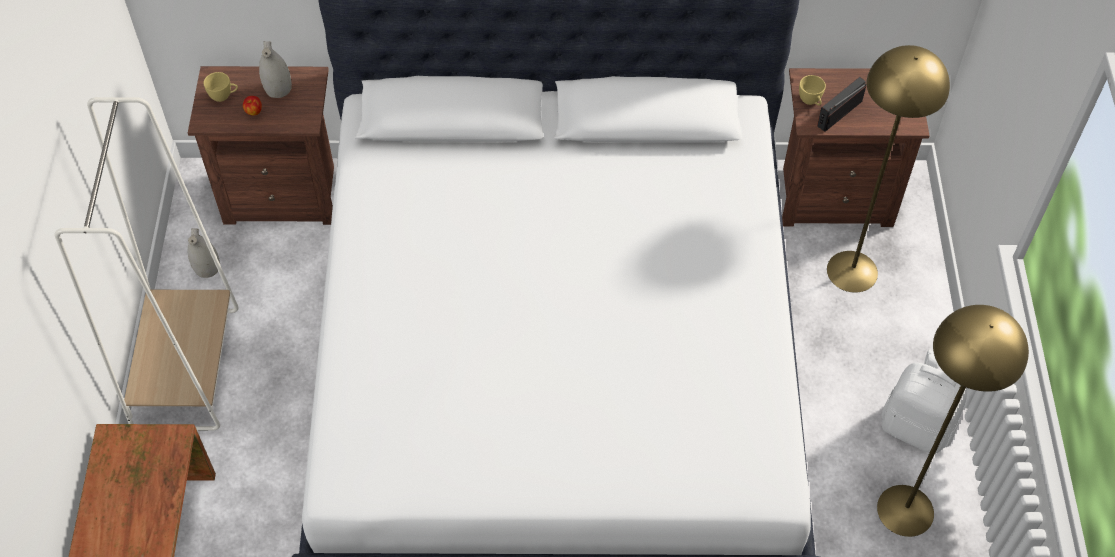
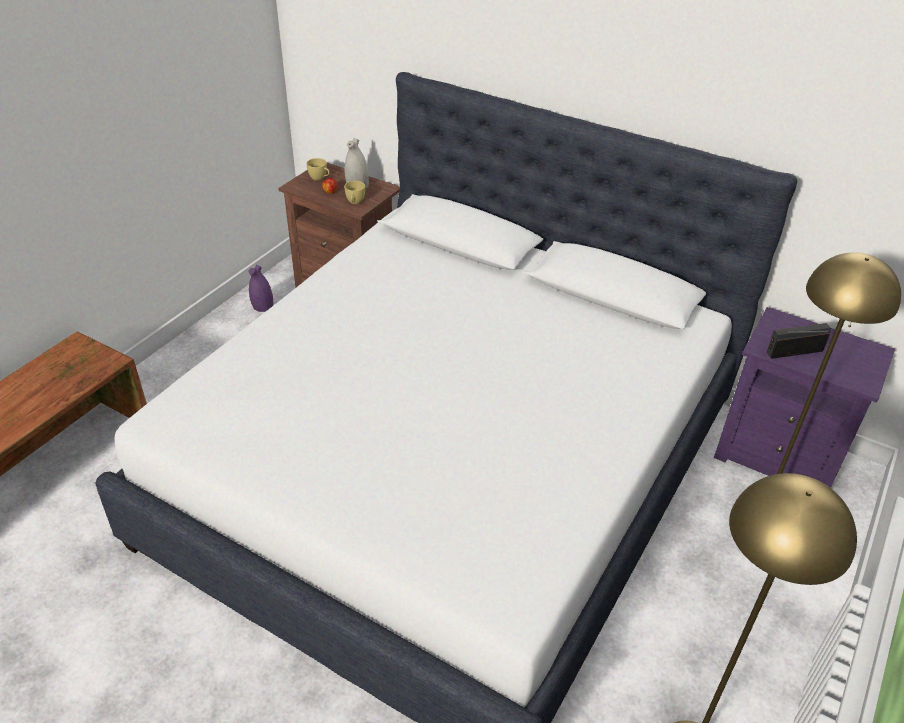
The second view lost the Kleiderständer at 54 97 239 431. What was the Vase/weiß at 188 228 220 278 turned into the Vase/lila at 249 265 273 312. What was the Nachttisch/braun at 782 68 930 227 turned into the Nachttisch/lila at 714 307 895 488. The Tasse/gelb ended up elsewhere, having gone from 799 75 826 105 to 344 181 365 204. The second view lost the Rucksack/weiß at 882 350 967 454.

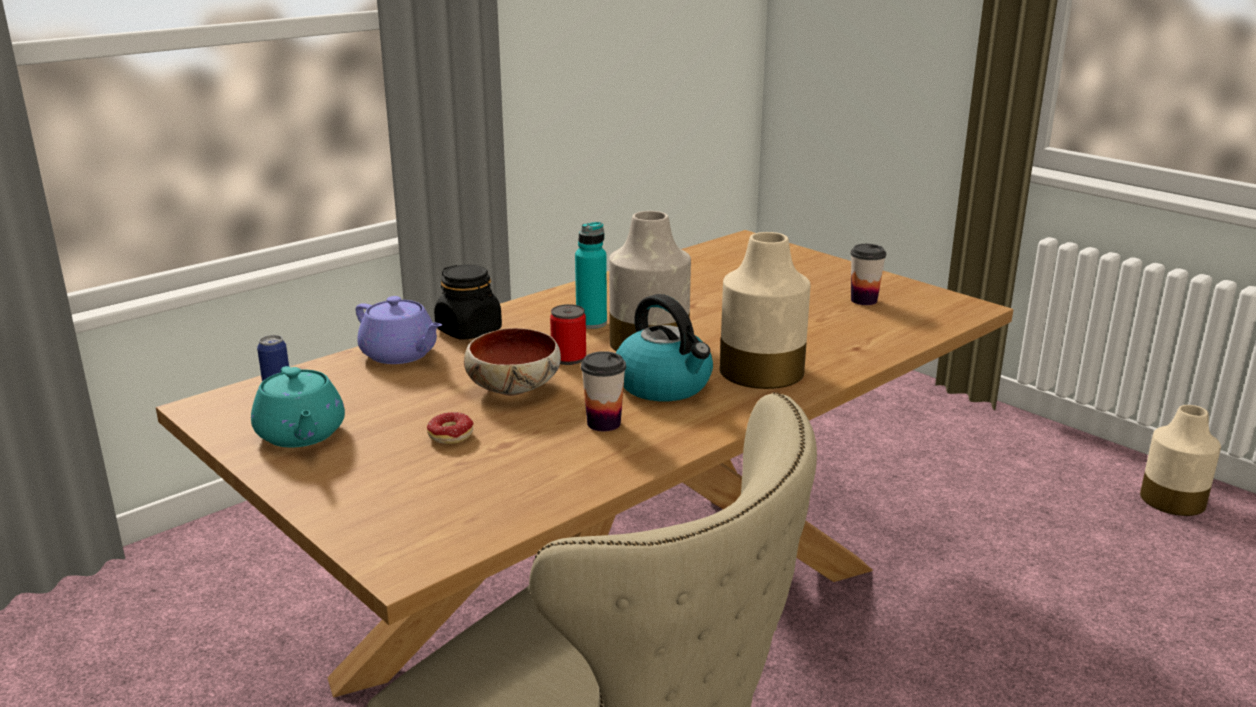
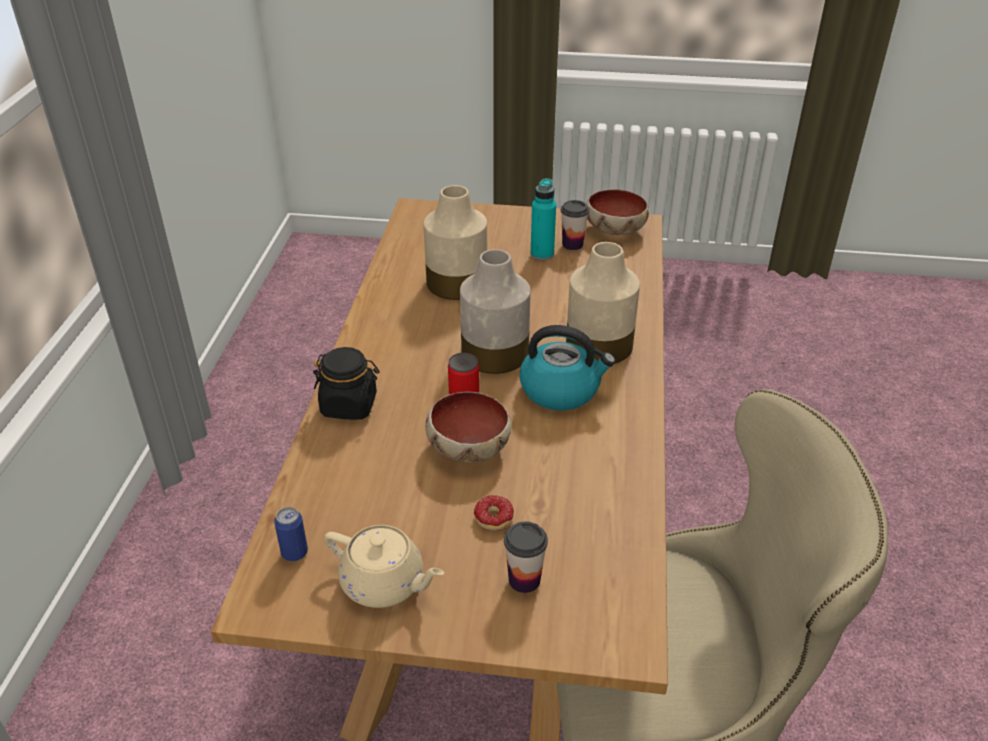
What was the Teekanne/türkis at 251 366 345 447 turned into the Teekanne/beige at 324 525 444 608. The second view lost the Teekanne/lila at 356 296 442 364. The Flasche/türkis ended up elsewhere, having gone from 575 222 607 329 to 531 178 556 260. The Tasse ended up elsewhere, having gone from 581 351 626 431 to 504 521 548 593. The Vase/beige ended up elsewhere, having gone from 1140 405 1221 516 to 423 185 487 300. The second view gained the Schüssel at 586 189 649 235.

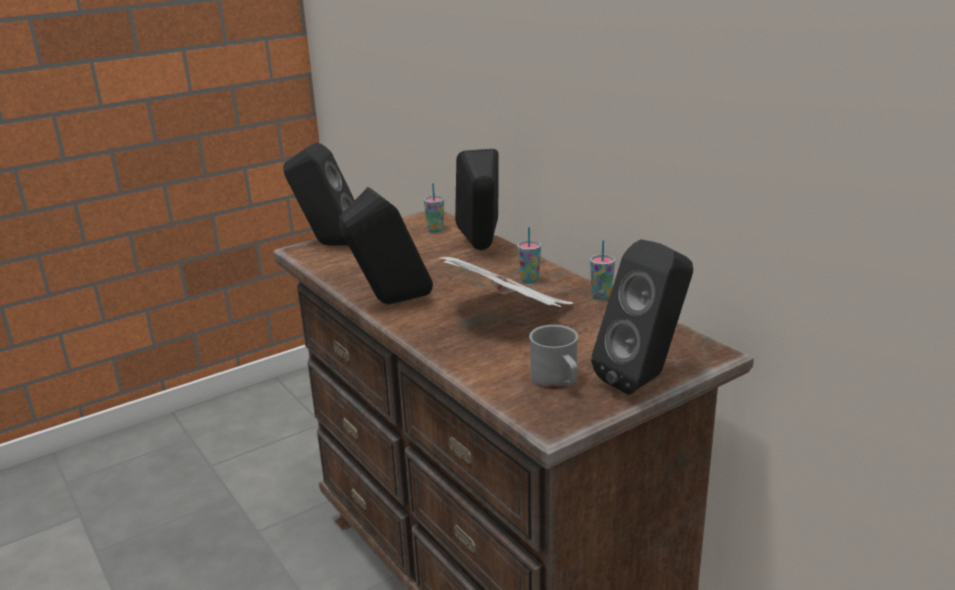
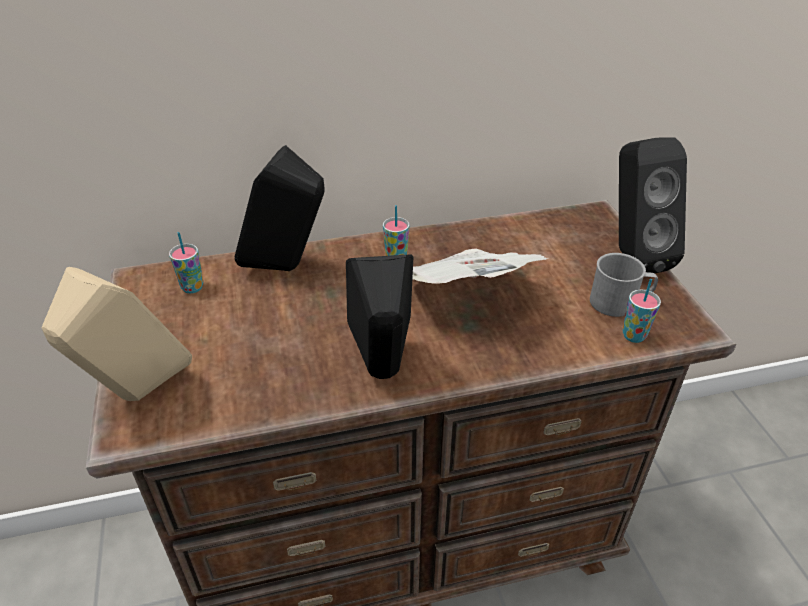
What was the Lautsprecher/schwarz at 283 142 355 246 turned into the Lautsprecher/beige at 41 267 192 401. The Tasse ended up elsewhere, having gone from 590 240 615 299 to 623 279 661 343.

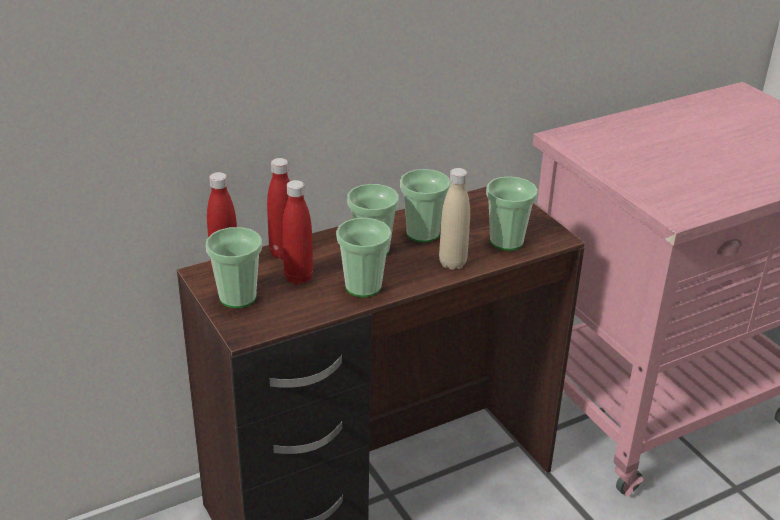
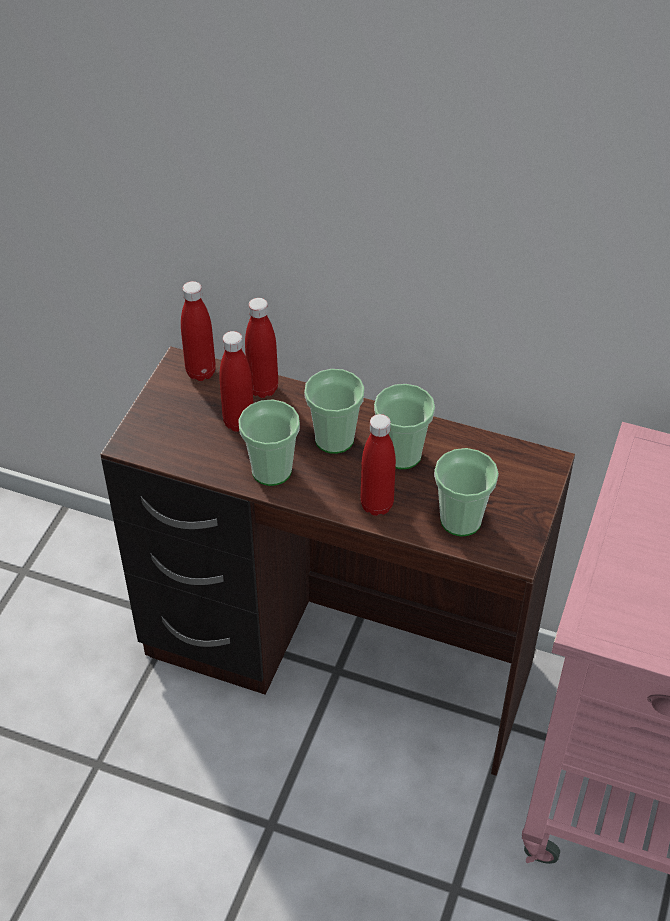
The second view lost the Tasse at 206 227 262 308. What was the Flasche/beige at 439 168 470 270 turned into the Flasche/rot at 360 414 396 516.

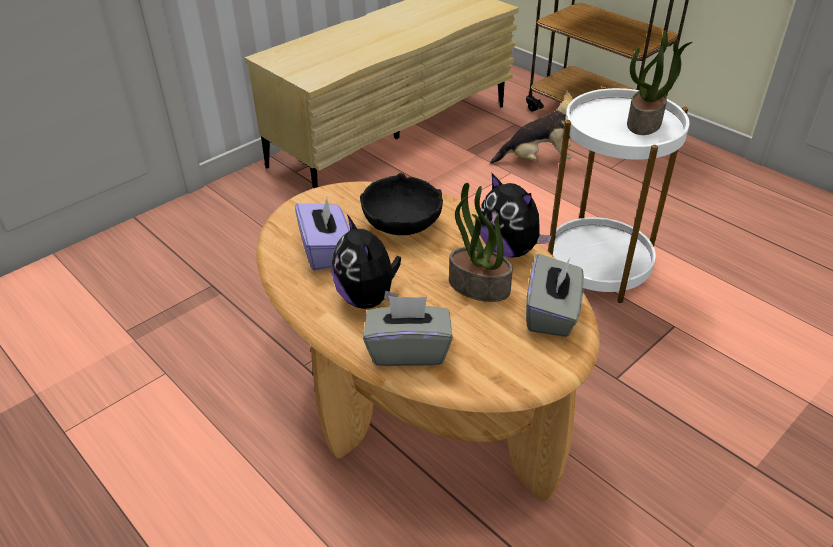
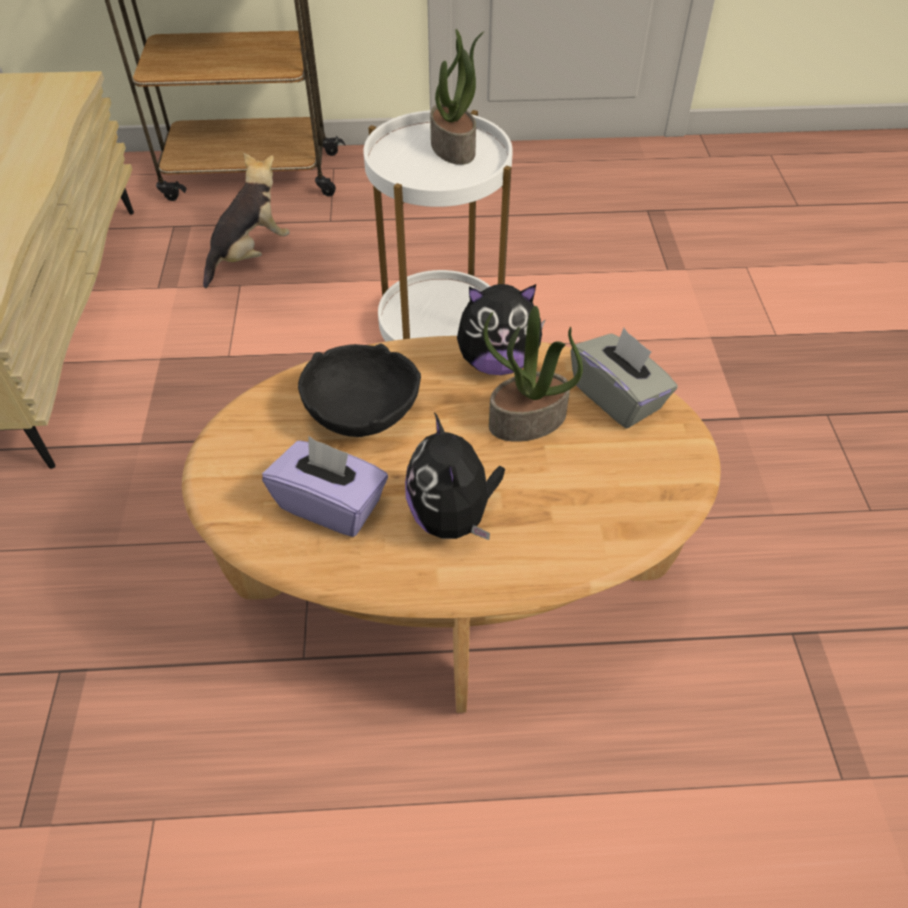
The Plüschtier at 331 214 401 309 ended up facing another way, 60 degrees clockwise from before. The second view lost the Taschentuchbox/grau at 363 296 453 366.

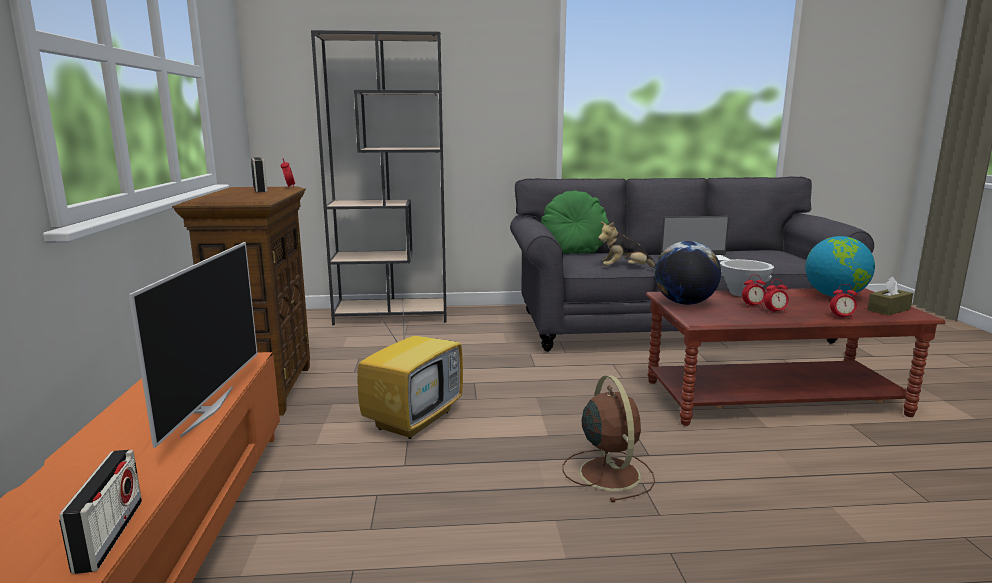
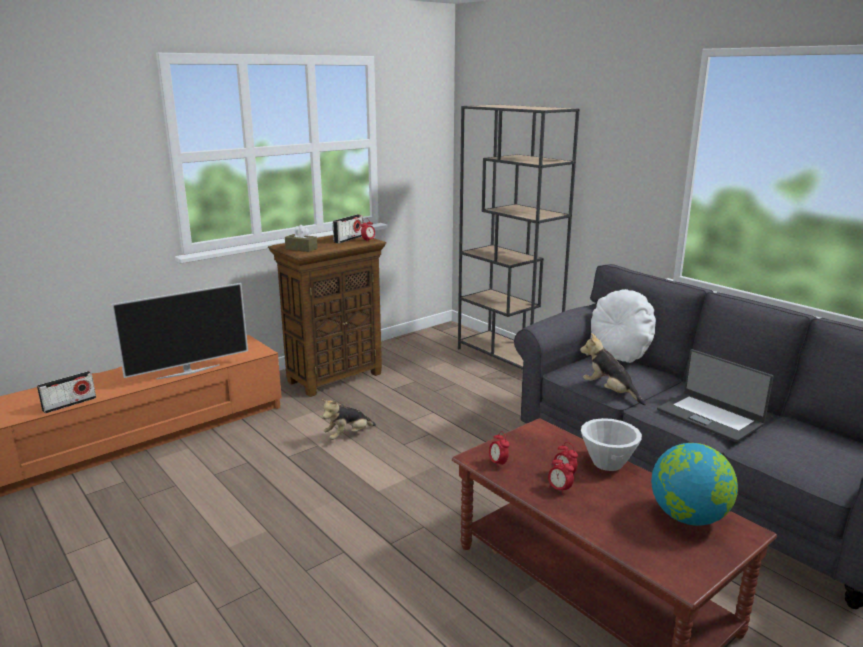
Where the Fernseher stood at 357 292 463 439, the Plüschtier came to stand at 321 399 376 440. What was the Kissen/grün at 541 191 609 254 turned into the Kissen/weiß at 591 289 656 363. The second view lost the Ventilator/braun at 562 375 655 502. The second view lost the Globus at 655 241 721 305. The Wecker ended up elsewhere, having gone from 830 284 857 319 to 489 431 510 469. The Taschentuchbox/braun ended up elsewhere, having gone from 867 277 913 316 to 285 225 318 252.

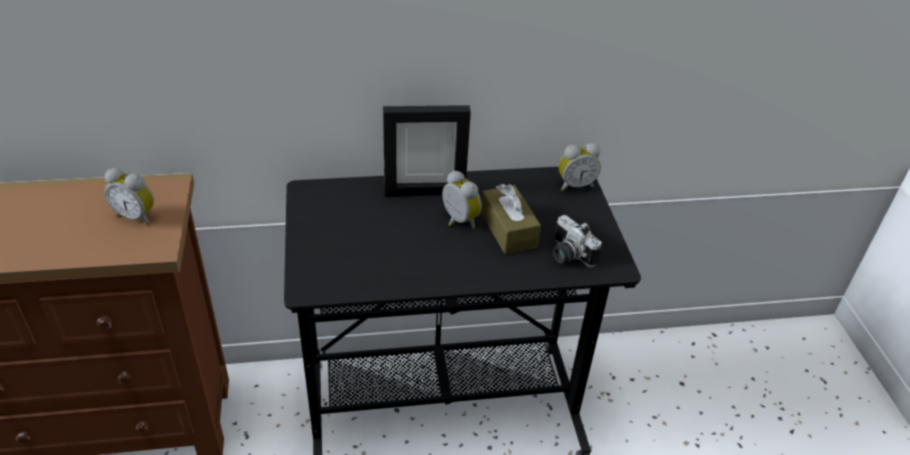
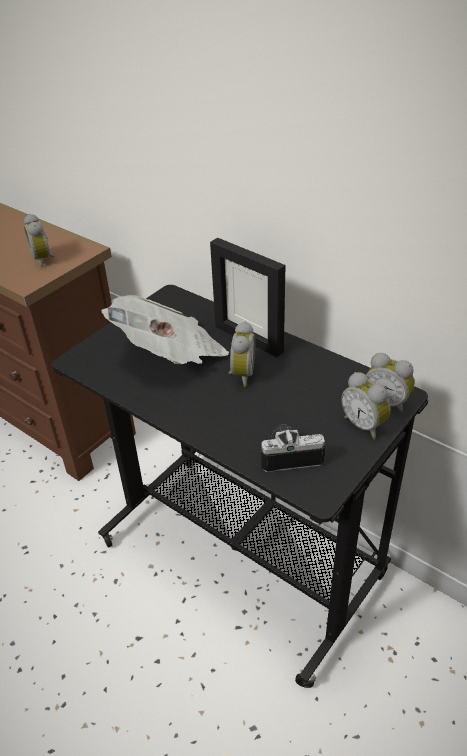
The second view lost the Taschentuchbox/braun at 481 184 541 254. The Kamera at 553 215 601 267 ended up facing another way, 75 degrees clockwise from before. The second view gained the Zeitung at 101 295 229 365. The second view gained the Wecker at 341 372 390 439.

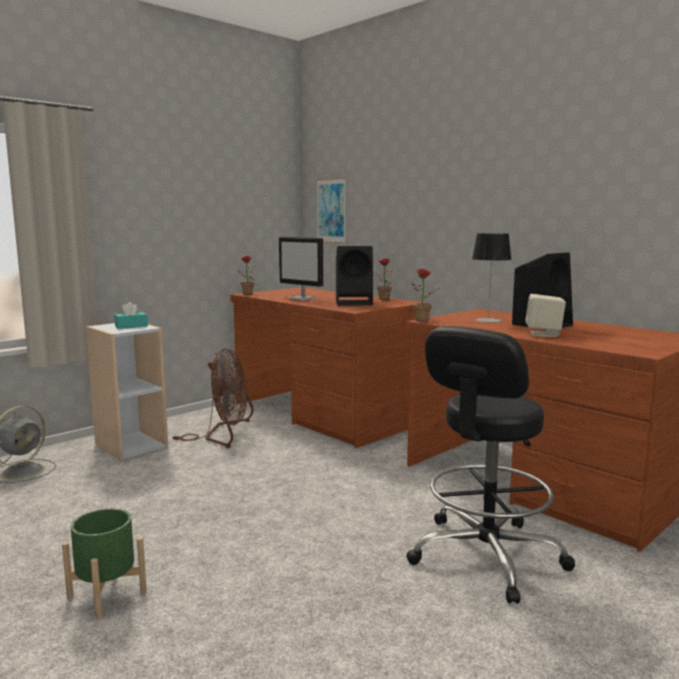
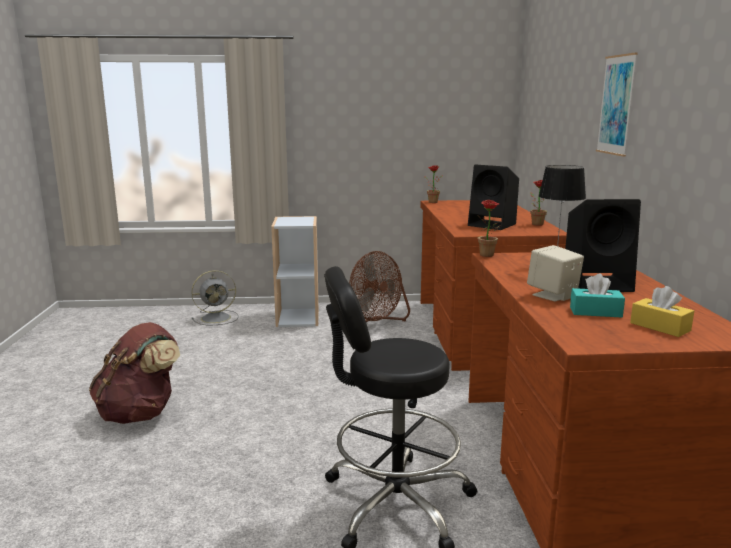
Where the Pflanzkübel/grün stood at 62 508 147 619, the Rucksack/braun came to stand at 89 322 180 424. The Taschentuchbox/türkis ended up elsewhere, having gone from 114 302 148 329 to 570 273 625 318. The second view lost the Monitor at 279 237 323 301. The Bild ended up elsewhere, having gone from 316 178 346 243 to 596 53 638 157. The second view gained the Taschentuchbox/gelb at 630 286 694 337.

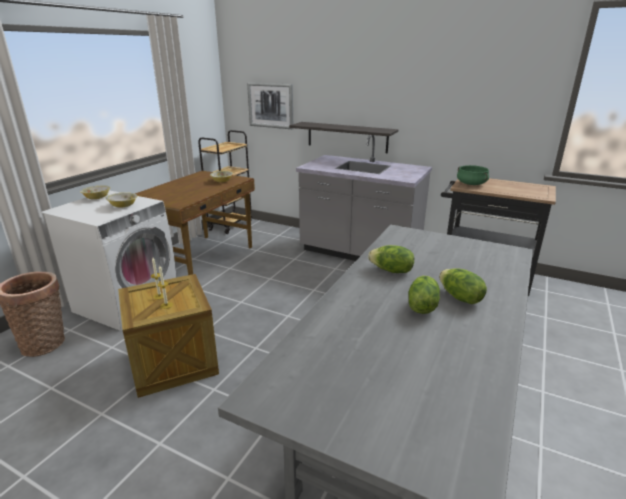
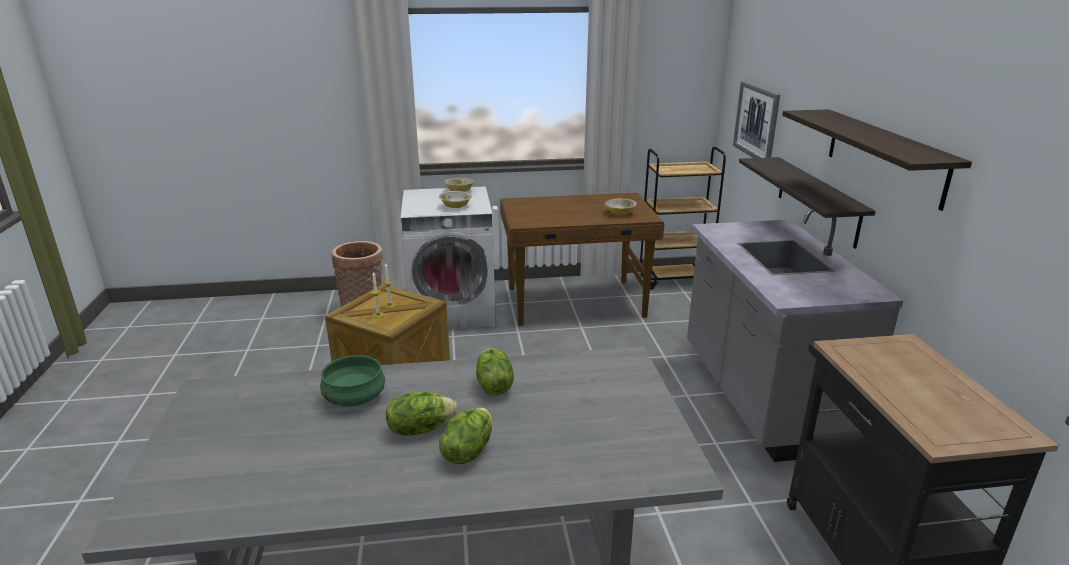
The Kochtopf/grün ended up elsewhere, having gone from 457 165 489 185 to 320 355 385 406. The second view gained the Wandregal at 782 109 972 211.

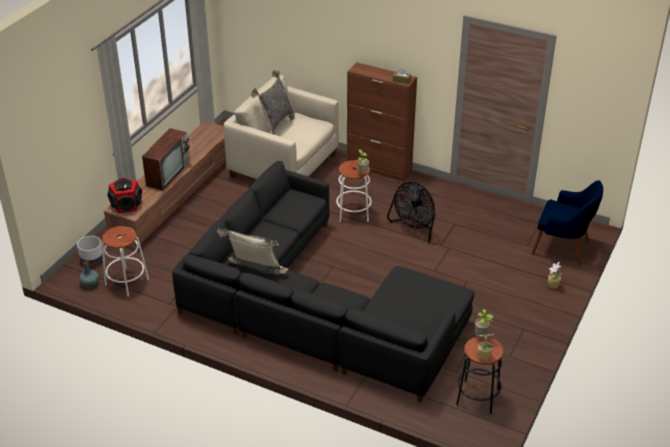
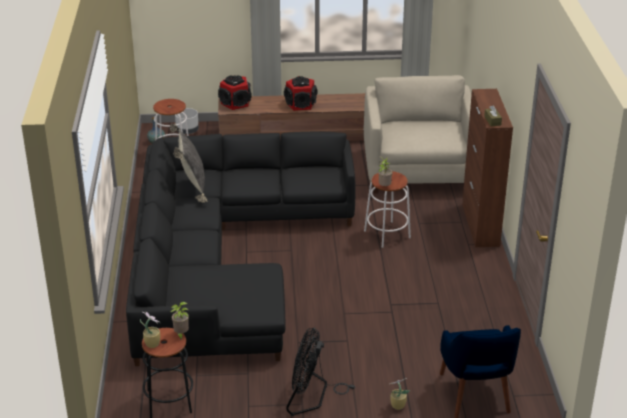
Where the Fernseher stood at 142 128 191 191, the Lautsprecher came to stand at 284 76 317 111. The second view lost the Kissen at 251 70 295 135. The Ventilator/schwarz ended up elsewhere, having gone from 387 182 436 243 to 286 328 356 417.

